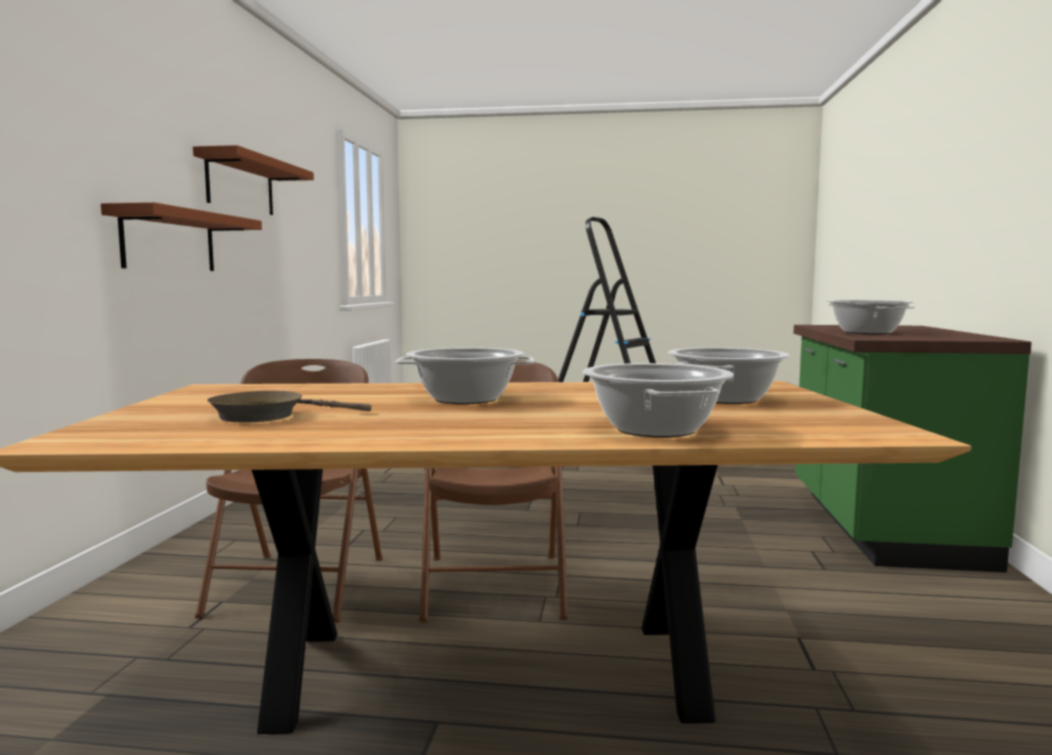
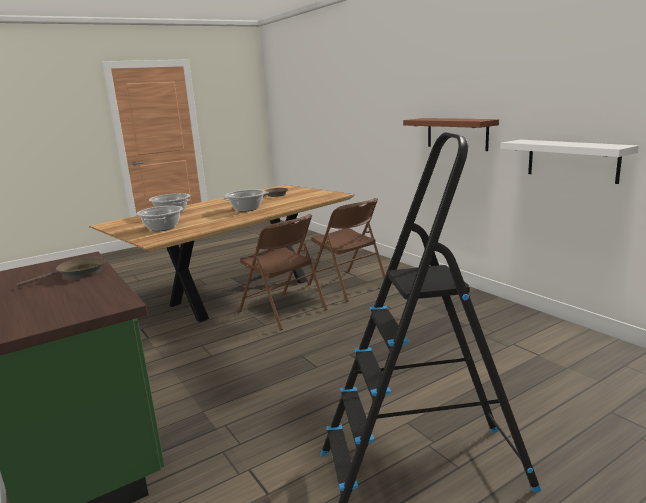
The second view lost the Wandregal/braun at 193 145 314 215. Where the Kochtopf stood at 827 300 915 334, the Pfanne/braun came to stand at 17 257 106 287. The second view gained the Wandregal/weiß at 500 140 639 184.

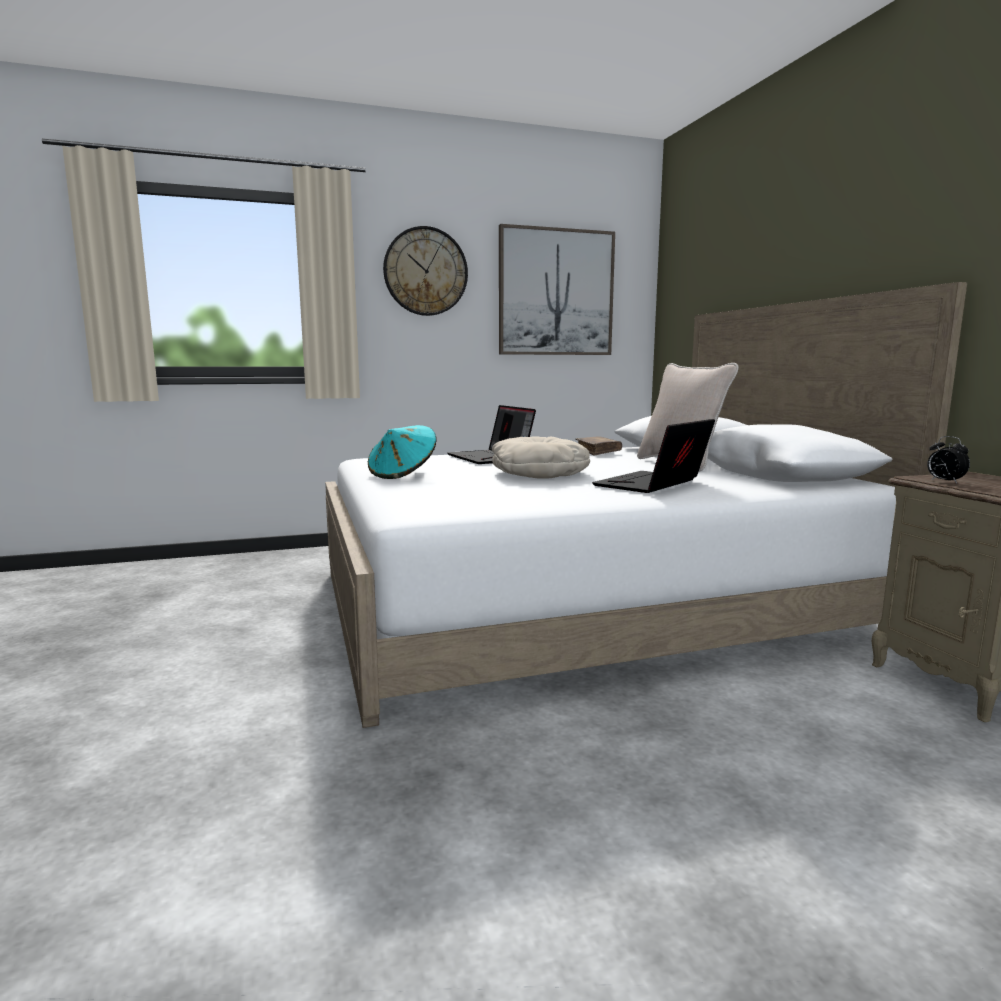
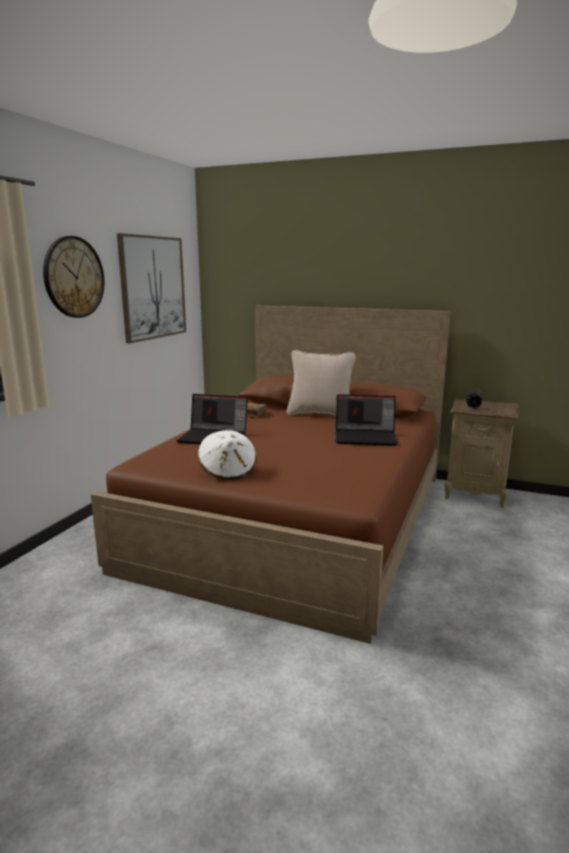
What was the Bett/weiß at 325 282 967 728 turned into the Bett/braun at 91 306 450 644. What was the Hut/türkis at 368 425 437 479 turned into the Hut/weiß at 198 430 256 480. The second view lost the Kissen/beige at 492 437 590 479. The Laptop at 592 419 715 493 ended up facing another way, 75 degrees counterclockwise from before.

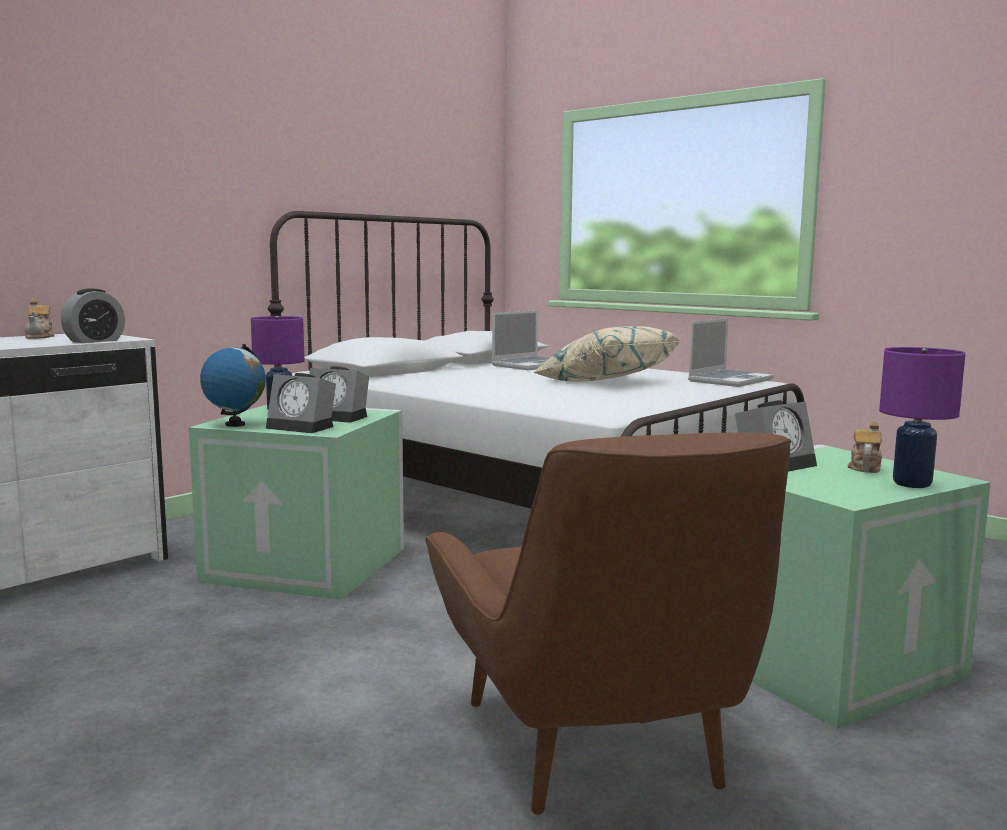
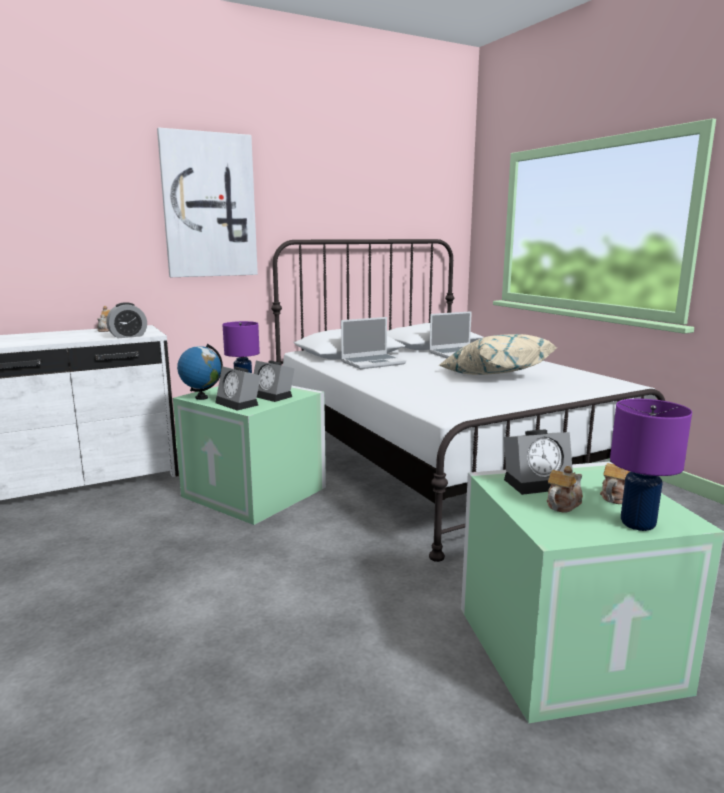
The second view lost the Sessel/braun at 425 433 791 815. The Laptop ended up elsewhere, having gone from 688 318 774 387 to 341 317 406 369. The second view gained the Bild at 157 127 258 277. The second view gained the Teekanne at 547 466 583 513.

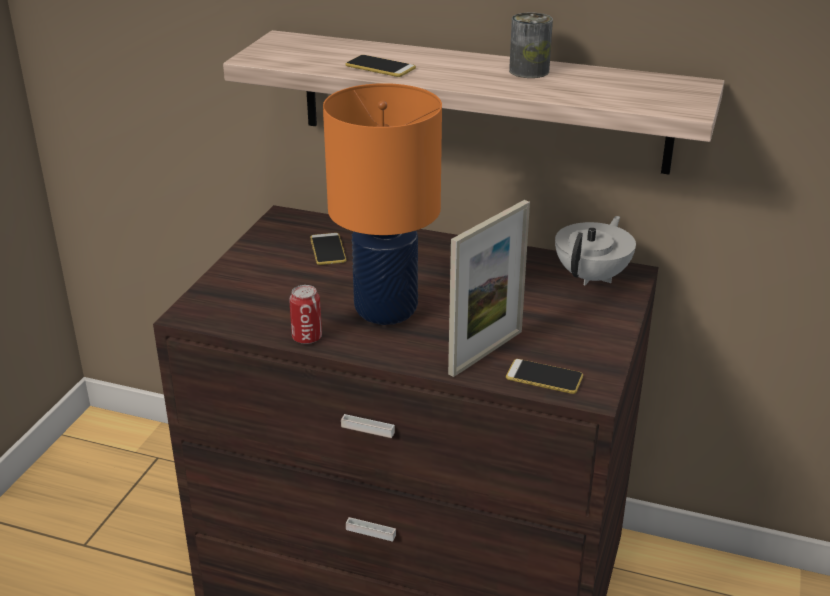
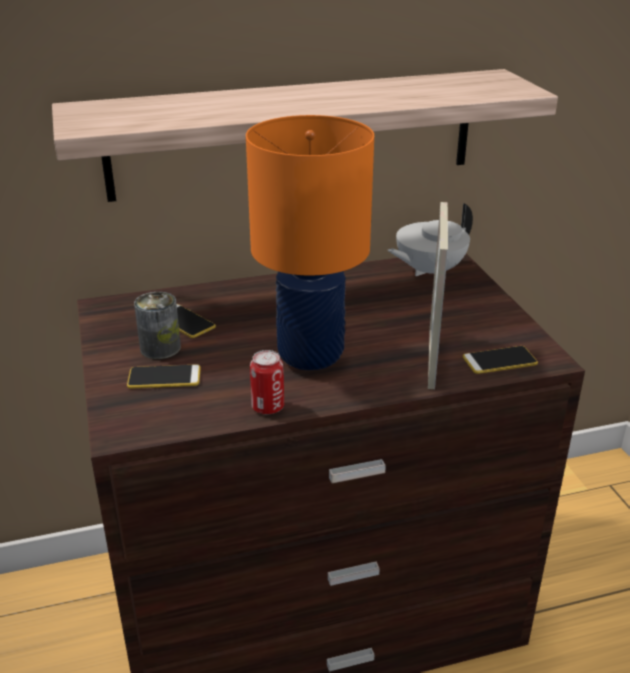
The Handy ended up elsewhere, having gone from 346 55 416 77 to 127 364 201 389. The Dose ended up elsewhere, having gone from 509 12 553 78 to 134 292 181 359. The Teekanne/weiß at 555 216 636 285 ended up facing another way, 120 degrees counterclockwise from before.

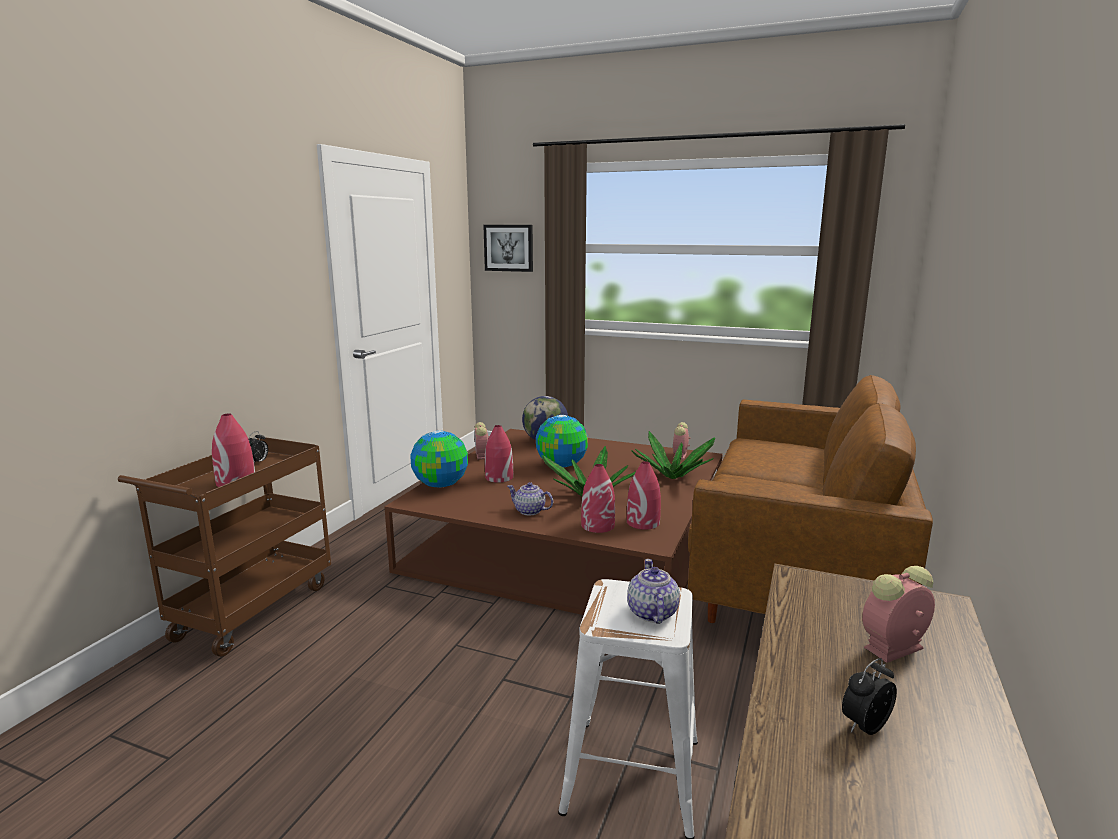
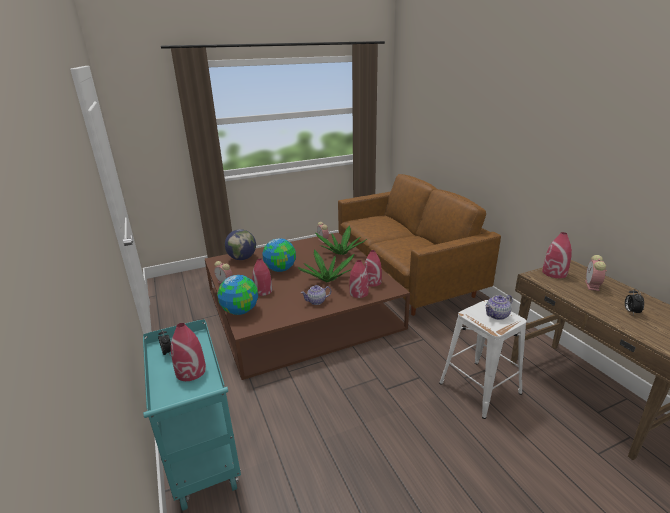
What was the Rollwagen/braun at 118 438 331 657 turned into the Rollwagen/türkis at 143 319 241 511. The second view lost the Bild at 483 225 533 272. The Teekanne at 627 559 680 624 ended up facing another way, 75 degrees counterclockwise from before. The second view gained the Vase/rot at 542 232 572 278.

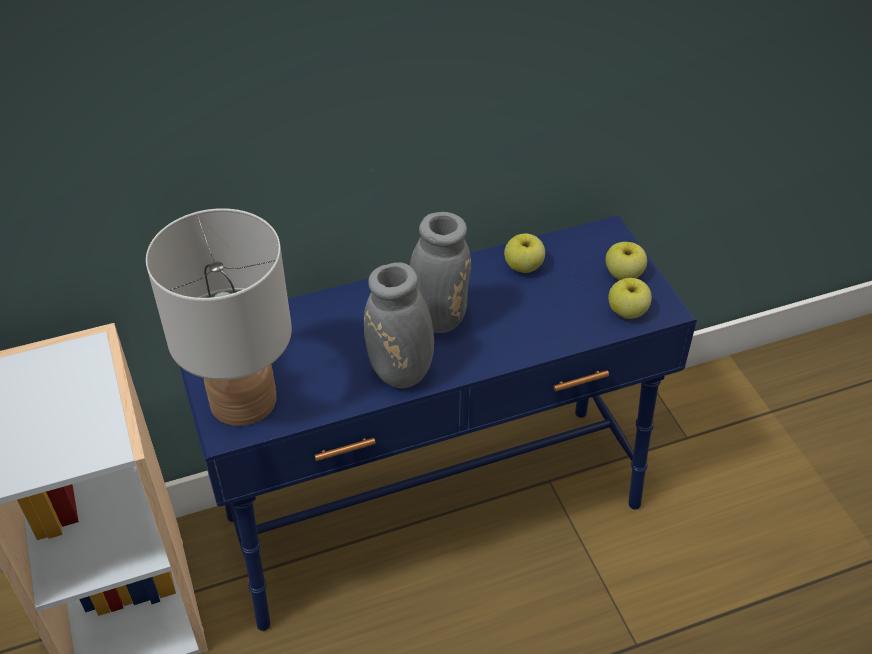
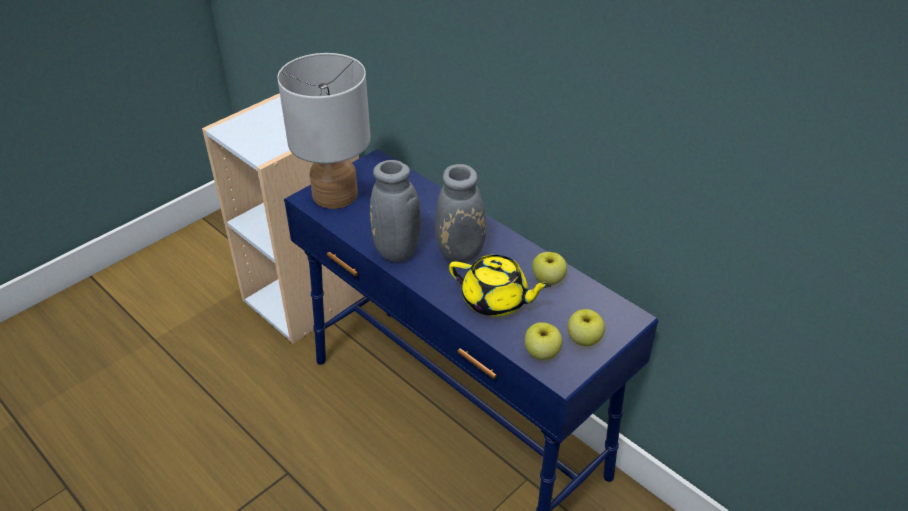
The second view gained the Teekanne/gelb at 449 254 551 316.

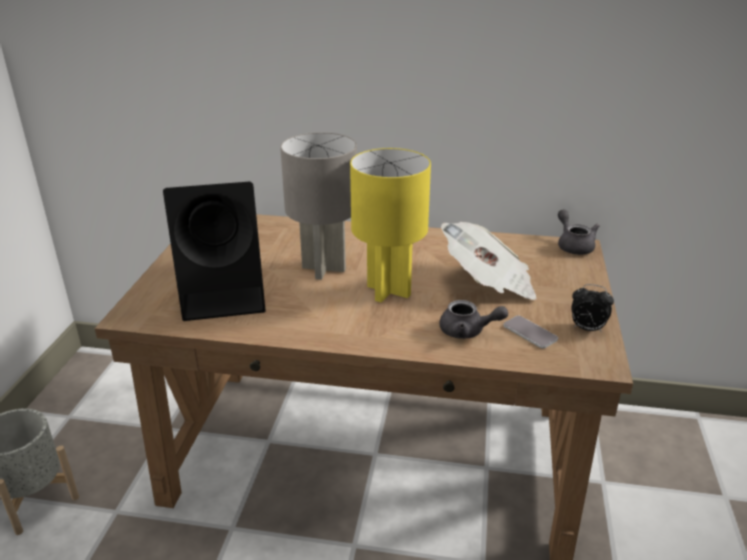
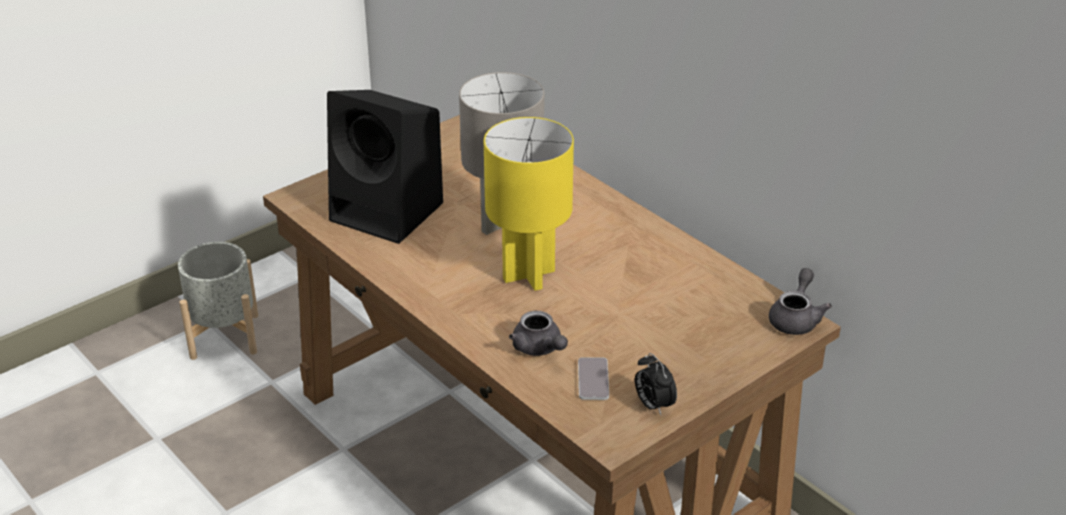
The second view lost the Zeitung at 441 222 537 300.

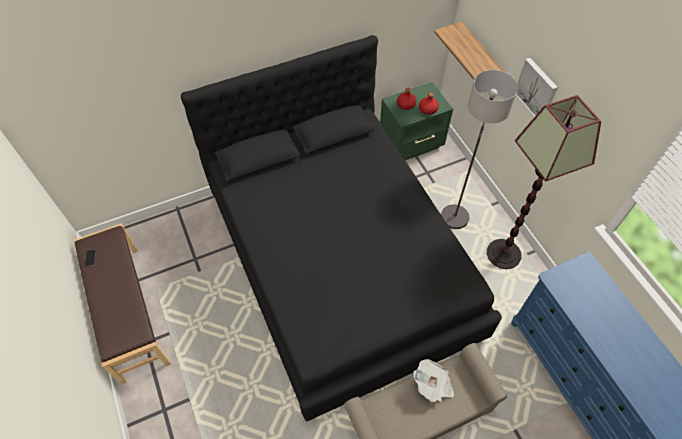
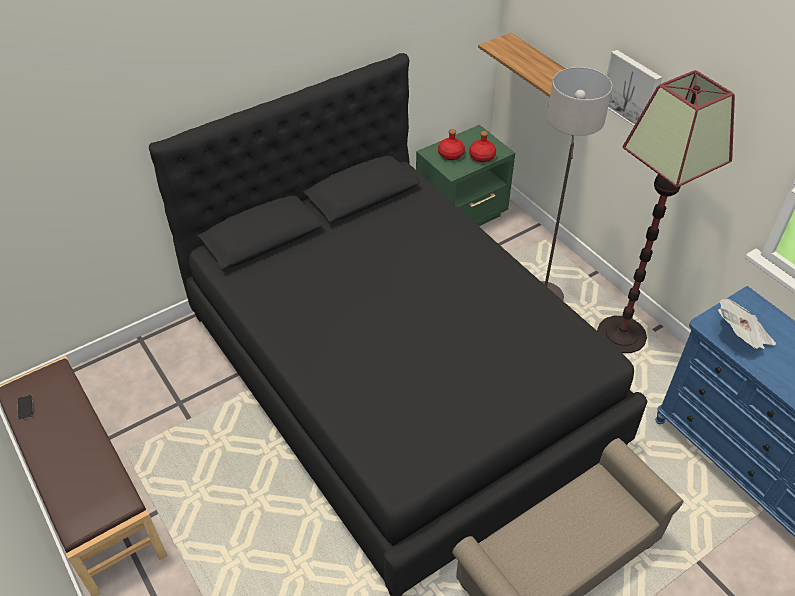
The Zeitung ended up elsewhere, having gone from 414 359 454 403 to 718 299 776 349.

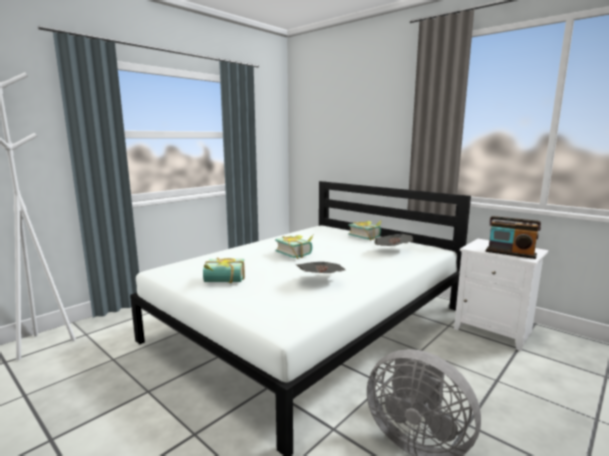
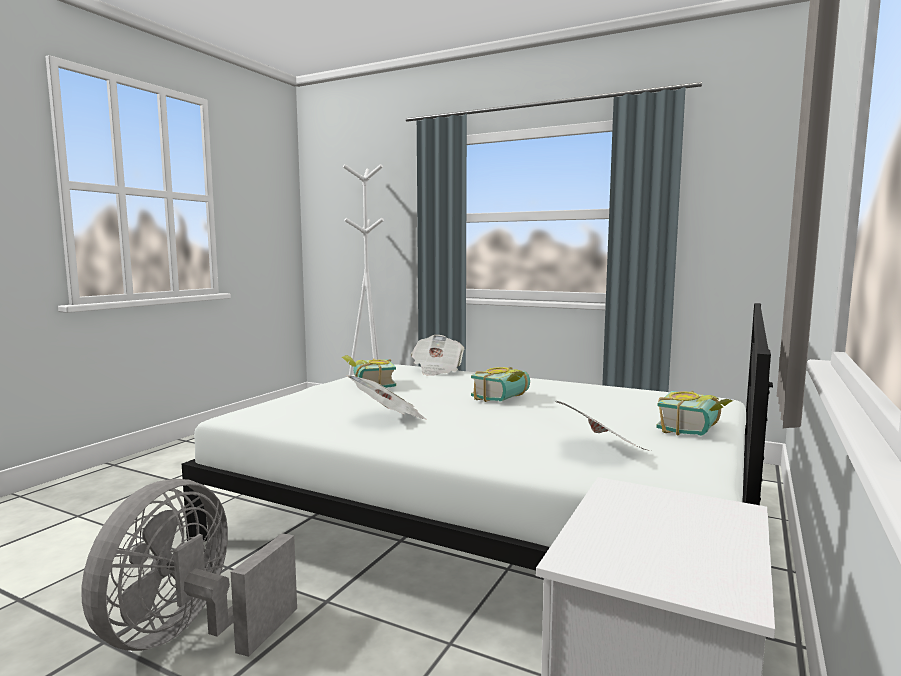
The second view lost the Radio at 486 216 541 259. The second view gained the Zeitung at 411 335 465 376.

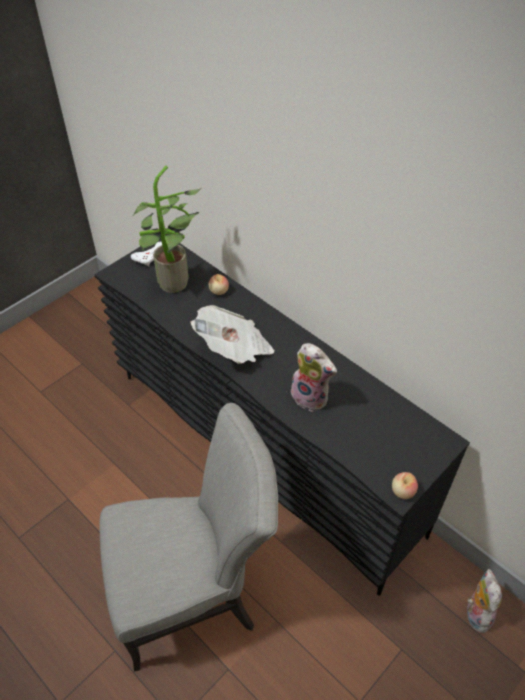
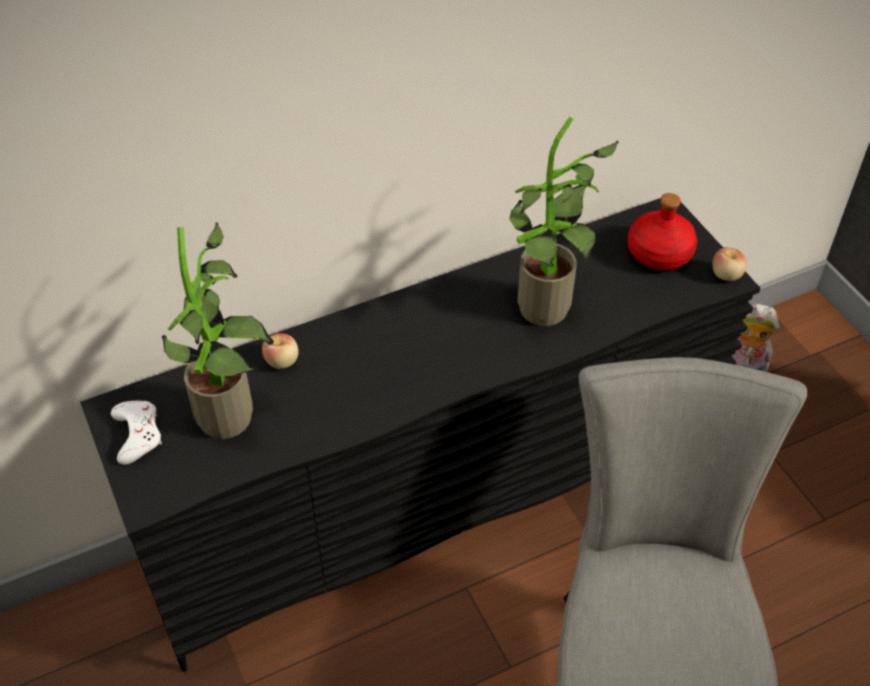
The second view lost the Zeitung at 190 305 274 364. Where the Plüschtier stood at 291 343 337 412, the Topfpflanze came to stand at 509 117 618 326. The second view gained the Flasche/rot at 627 193 697 271.

